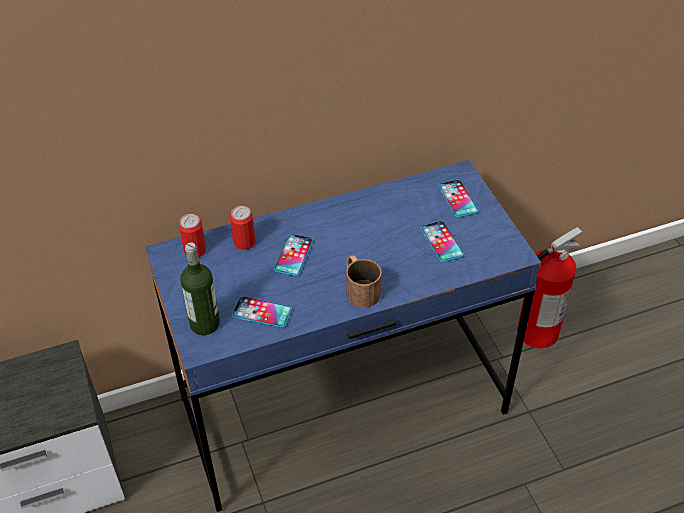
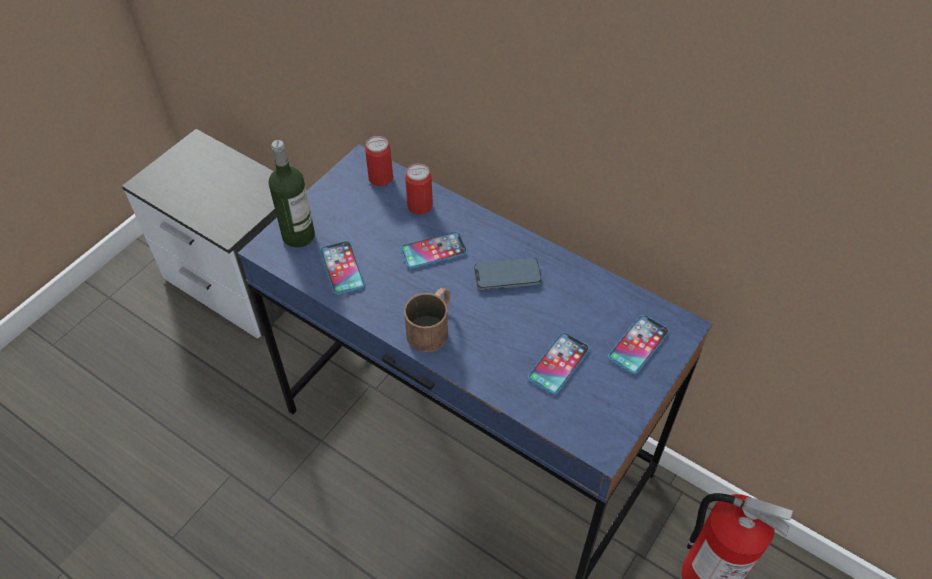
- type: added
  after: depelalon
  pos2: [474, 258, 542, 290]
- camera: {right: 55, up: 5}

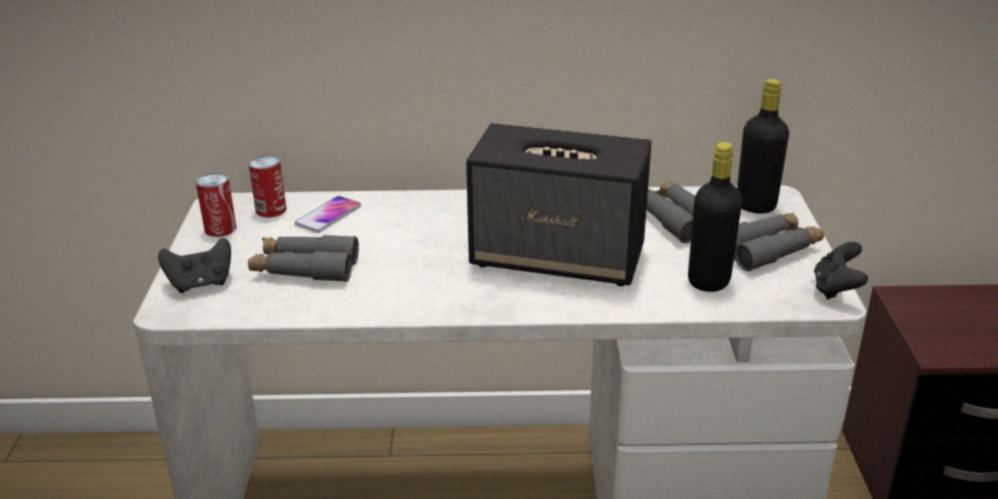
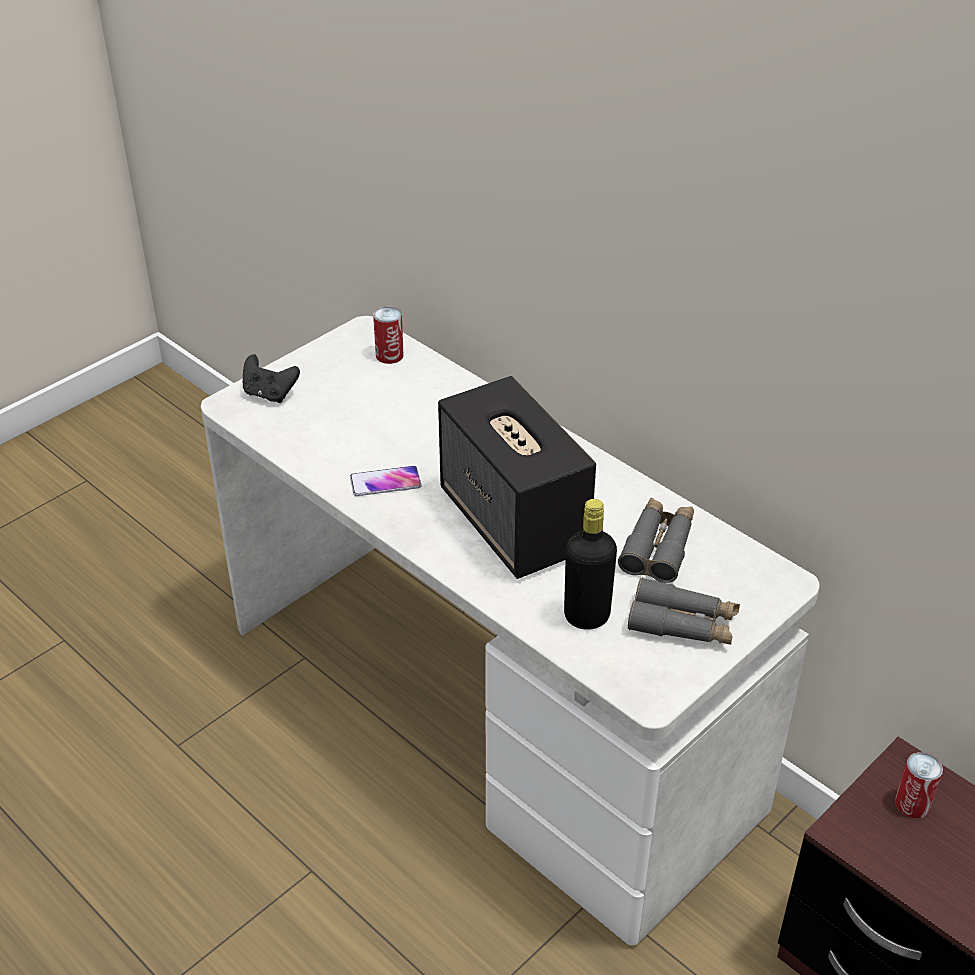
- type: removed
  before: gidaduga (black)
  pos1: [737, 79, 789, 213]
- type: moved
  before: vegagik
  pos1: [196, 173, 237, 237]
  pos2: [895, 752, 943, 818]
- type: moved
  before: depelalon
  pos1: [295, 196, 361, 233]
  pos2: [350, 466, 422, 496]
- type: removed
  before: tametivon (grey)
  pos1: [248, 235, 359, 282]
- type: removed
  before: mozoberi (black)
  pos1: [814, 242, 868, 299]
- camera: {right: 45, up: 10}

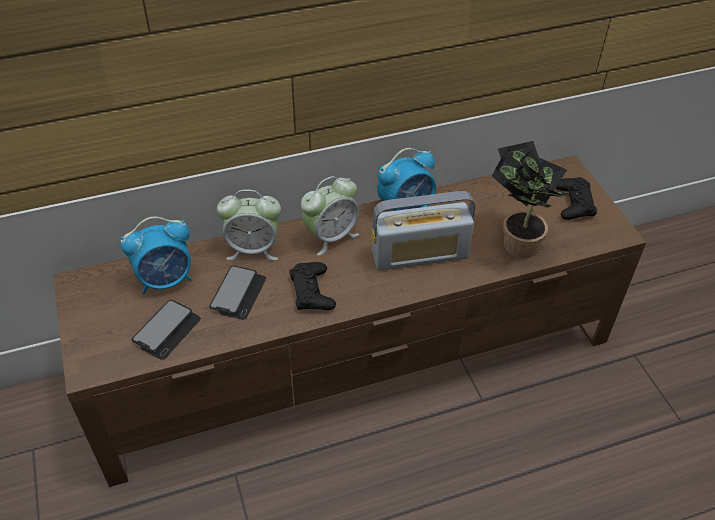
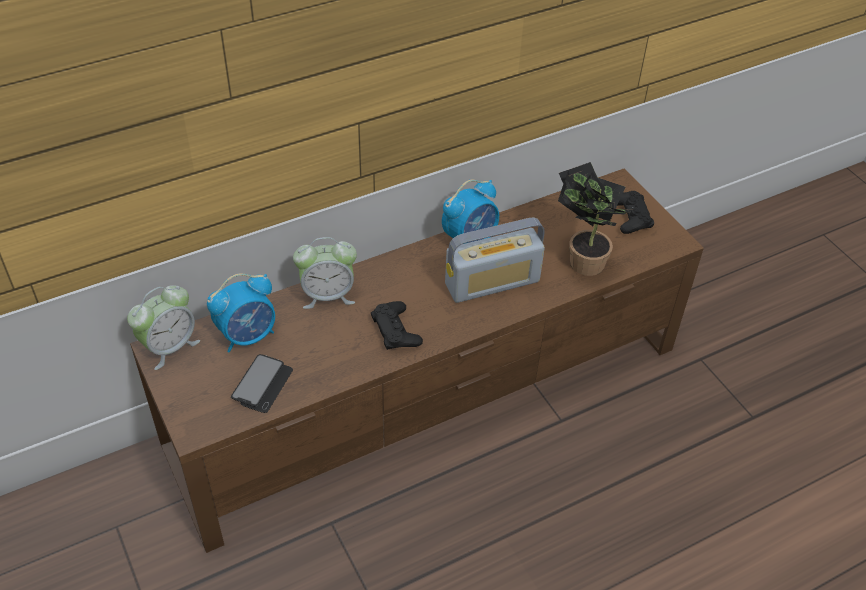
- type: moved
  before: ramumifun
  pos1: [301, 176, 359, 256]
  pos2: [127, 285, 200, 370]
- type: removed
  before: depelalon
  pos1: [209, 266, 266, 320]
- camera: {right: -10, up: 0}

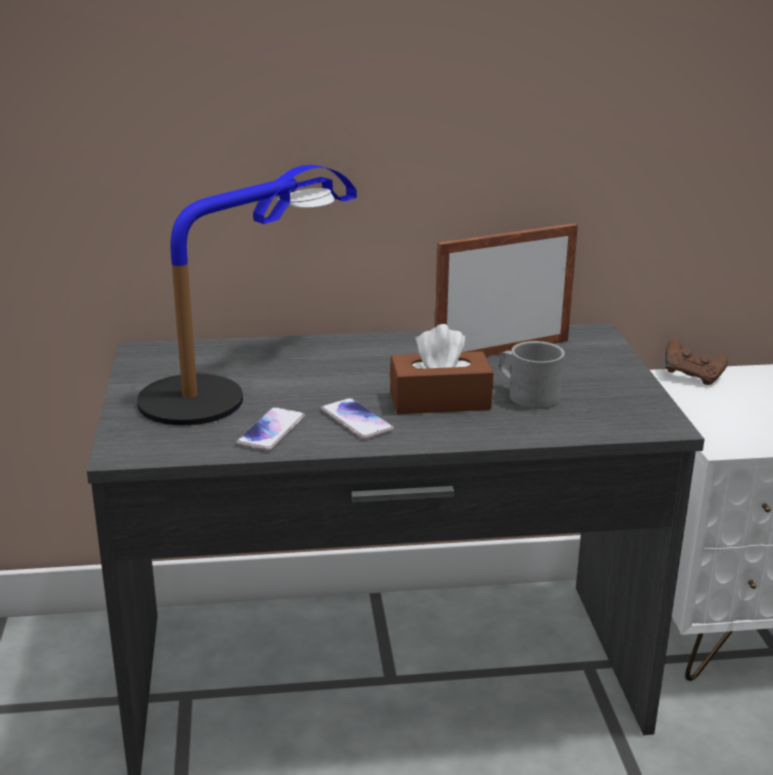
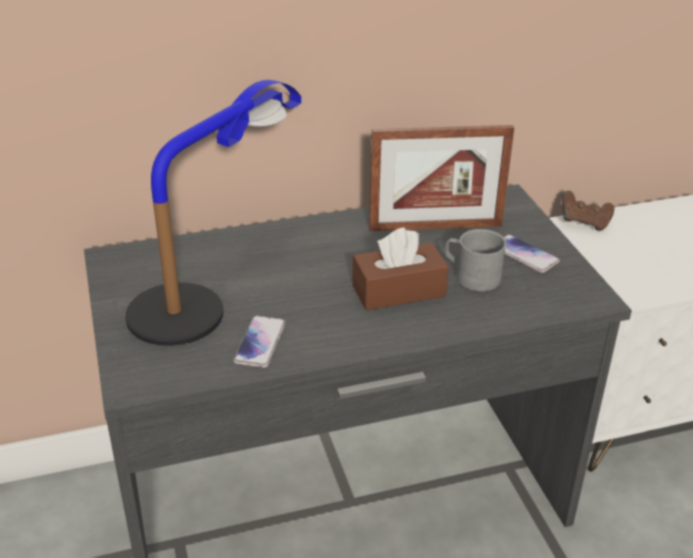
- type: turned
  before: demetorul
  pos1: [435, 223, 578, 356]
  pos2: [369, 125, 514, 231]
  turn: -150
- type: moved
  before: depelalon
  pos1: [321, 398, 394, 440]
  pos2: [504, 234, 560, 273]
- camera: {right: -10, up: 10}

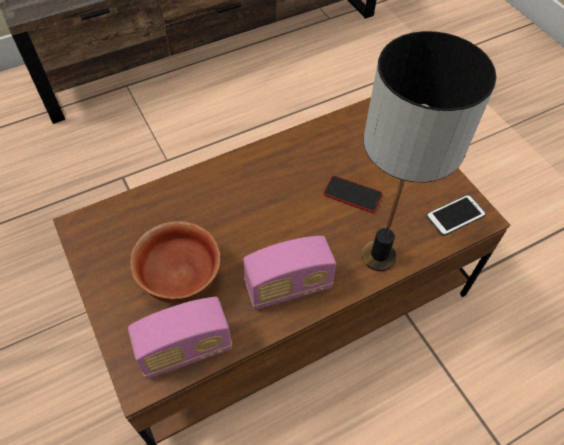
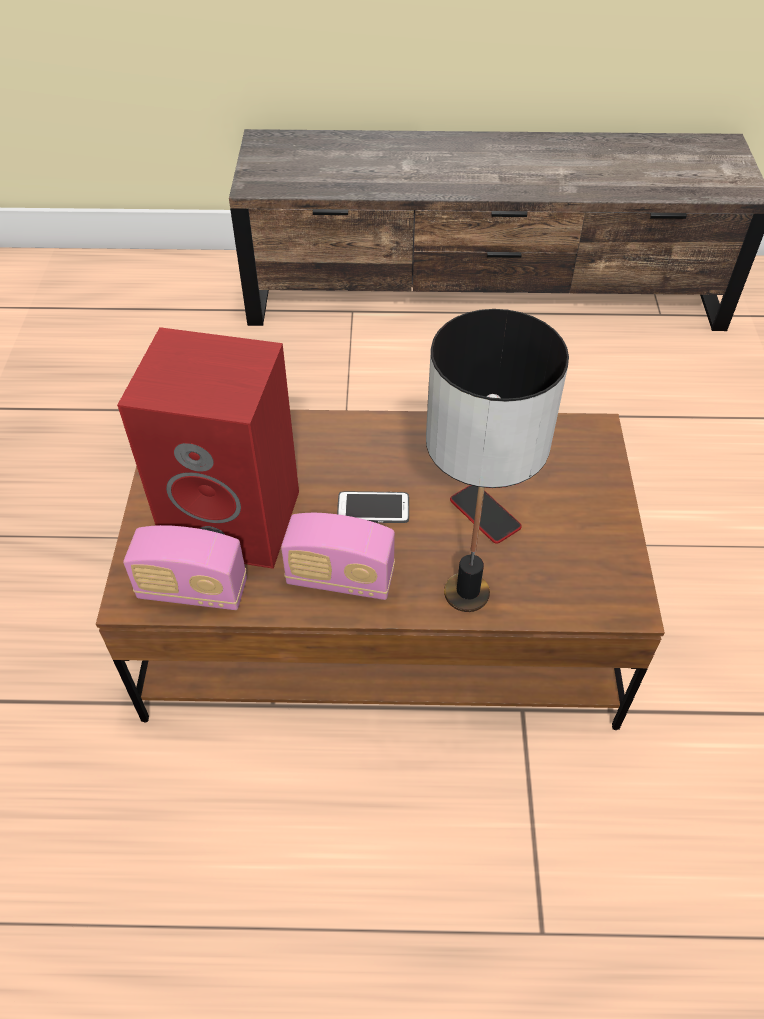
- type: moved
  before: depelalon
  pos1: [426, 195, 486, 236]
  pos2: [337, 491, 409, 523]
- type: replaced
  before: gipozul
  after: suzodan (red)
  pos1: [130, 221, 220, 303]
  pos2: [117, 327, 299, 569]
- camera: {right: 30, up: -5}

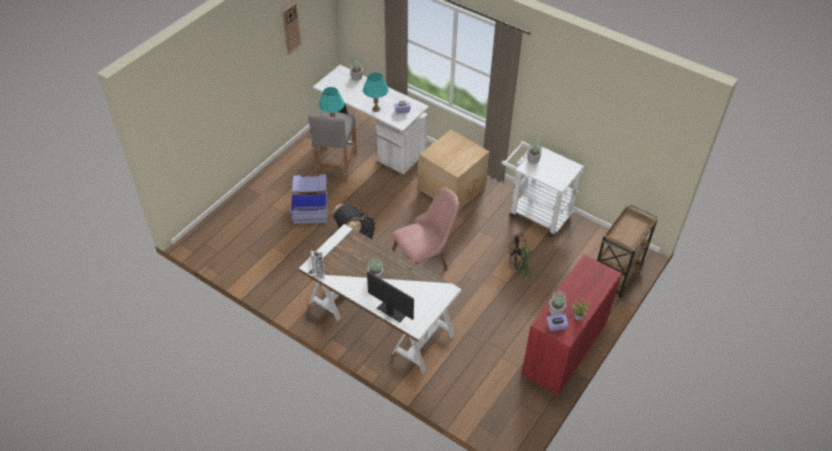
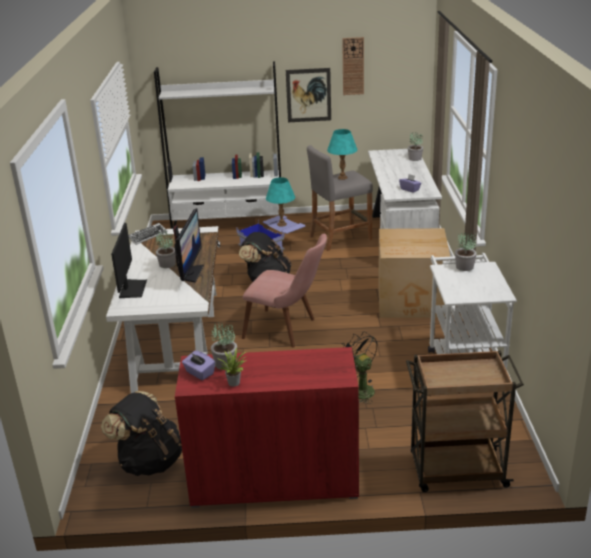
- type: moved
  before: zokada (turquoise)
  pos1: [363, 72, 389, 112]
  pos2: [266, 177, 295, 227]
- type: added
  after: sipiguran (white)
  pos2: [154, 61, 281, 229]
- type: added
  after: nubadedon
  pos2: [286, 68, 331, 122]
- type: added
  after: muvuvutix
  pos2: [173, 208, 204, 283]
- type: added
  after: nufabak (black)
  pos2: [101, 391, 182, 476]
- camera: {right: 55, up: -20}

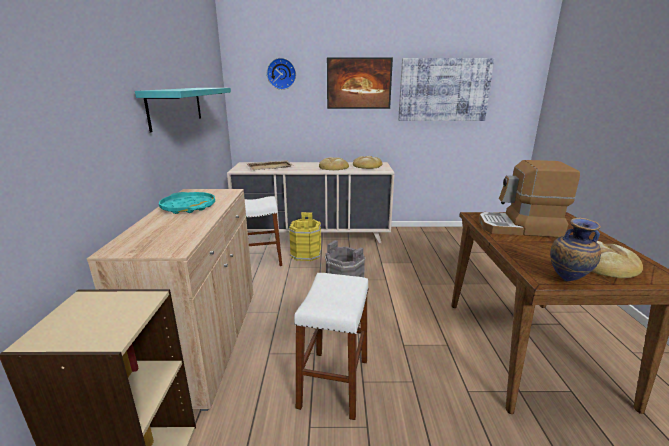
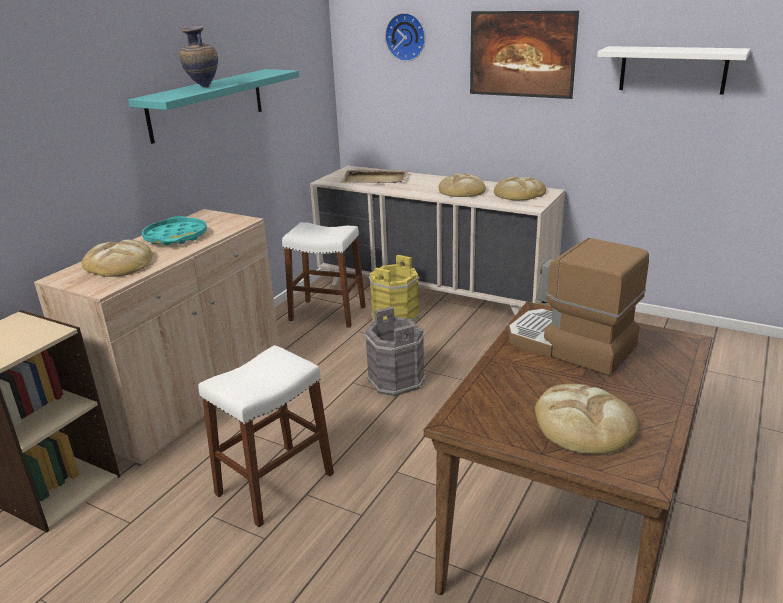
- type: replaced
  before: nubadedon
  after: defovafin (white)
  pos1: [398, 58, 494, 121]
  pos2: [597, 46, 750, 95]
- type: moved
  before: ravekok
  pos1: [550, 218, 601, 281]
  pos2: [180, 26, 218, 87]
- type: added
  after: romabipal
  pos2: [82, 240, 152, 277]
- camera: {right: 30, up: 5}

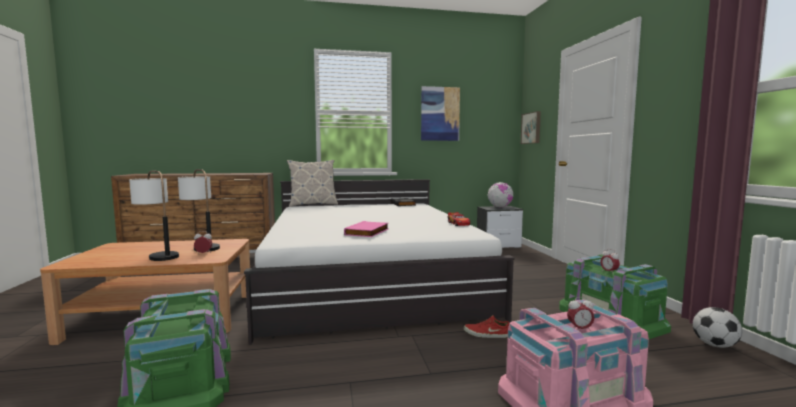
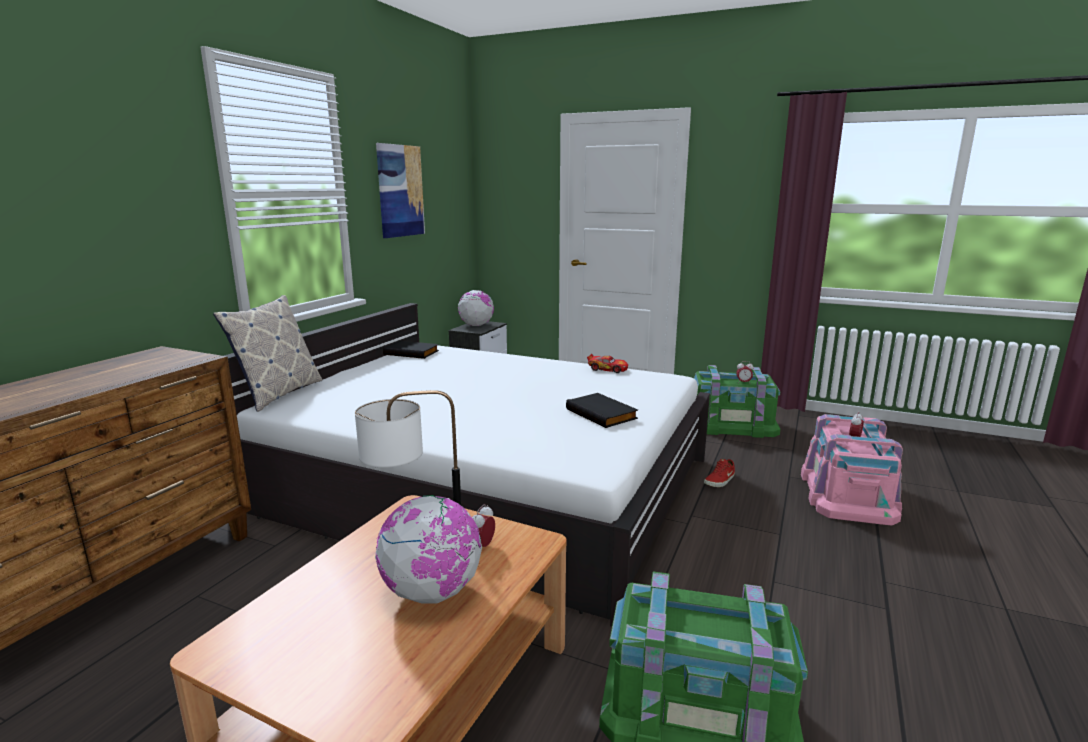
- type: removed
  before: nubadedon
  pos1: [521, 111, 541, 144]
- type: replaced
  before: zokada
  after: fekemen
  pos1: [129, 171, 179, 261]
  pos2: [375, 495, 482, 604]
- type: recoloured
  before: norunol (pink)
  after: norunol (black)
  pos1: [344, 221, 389, 237]
  pos2: [566, 393, 638, 428]
- type: removed
  before: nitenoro
  pos1: [693, 307, 742, 348]
- camera: {right: -55, up: 10}

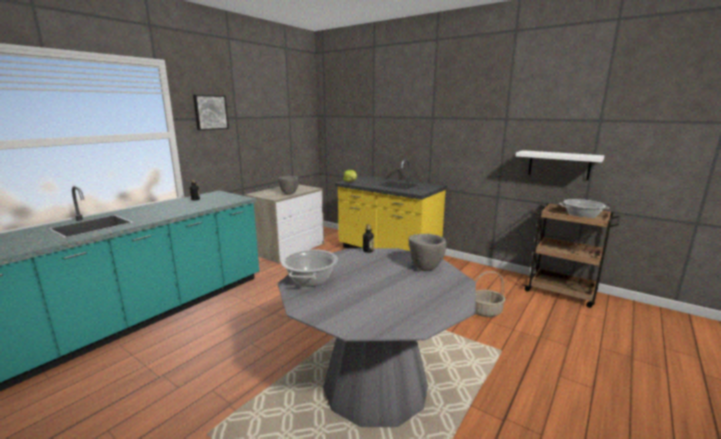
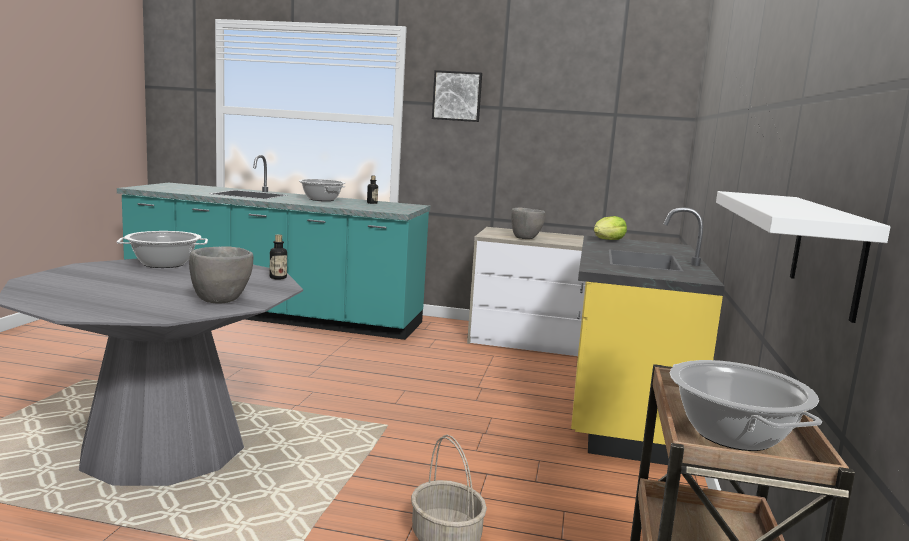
- type: added
  after: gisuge
  pos2: [299, 179, 346, 201]
- camera: {right: 65, up: -5}

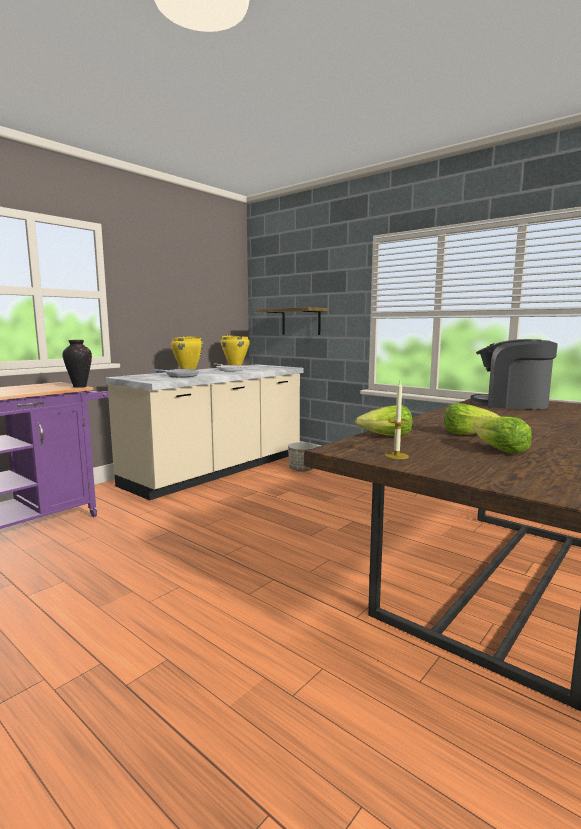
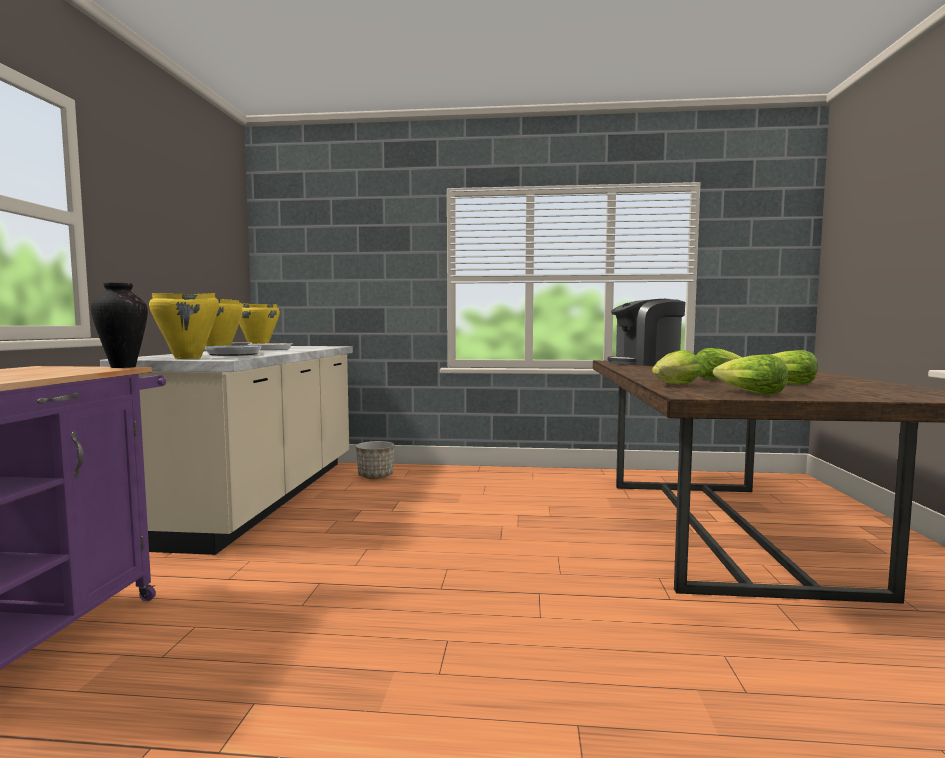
- type: removed
  before: defovafin
  pos1: [255, 307, 329, 335]
- type: replaced
  before: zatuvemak
  after: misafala
  pos1: [385, 382, 409, 459]
  pos2: [713, 354, 788, 395]
- type: added
  after: gisuge (yellow)
  pos2: [149, 293, 219, 359]
- camera: {right: -35, up: -5}

